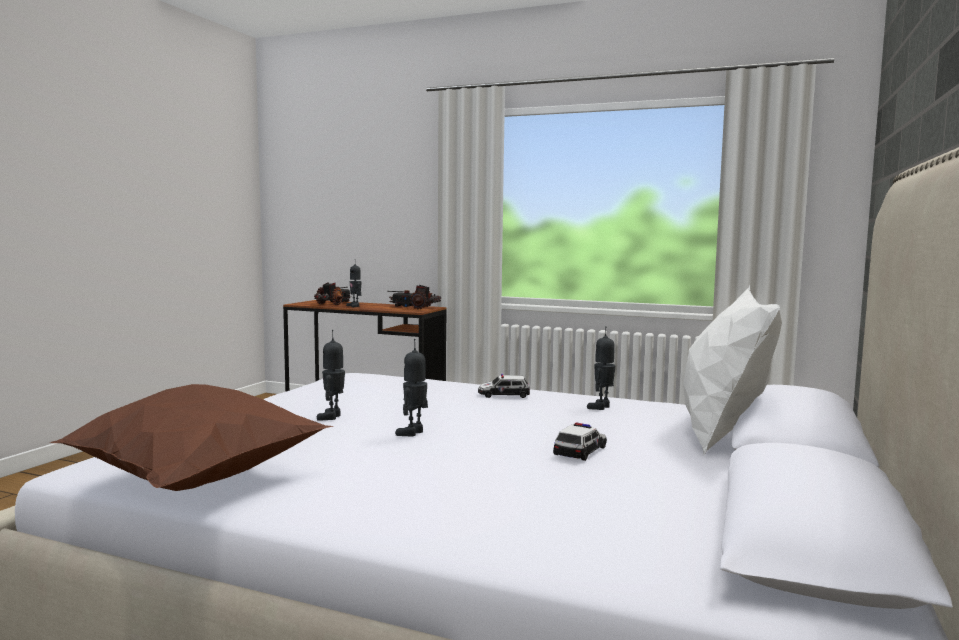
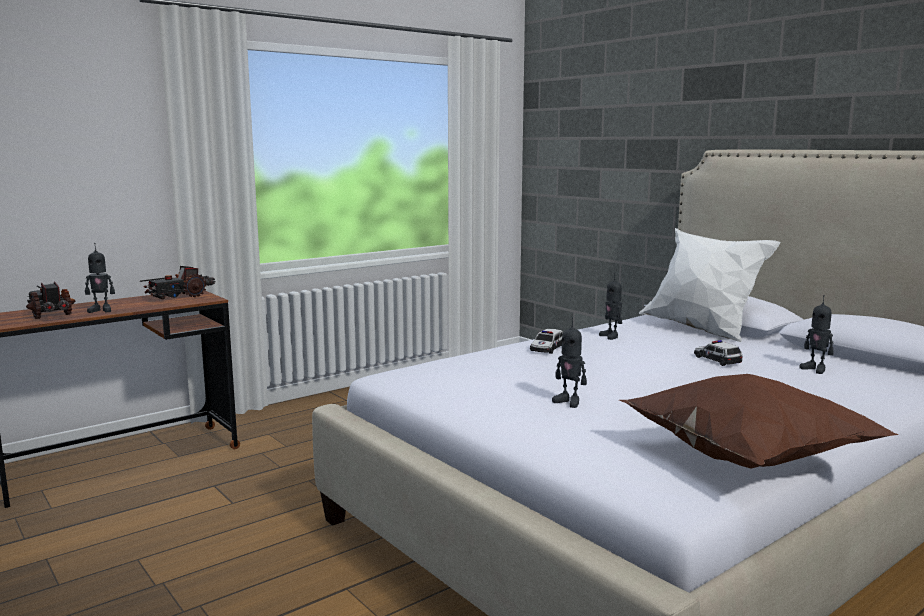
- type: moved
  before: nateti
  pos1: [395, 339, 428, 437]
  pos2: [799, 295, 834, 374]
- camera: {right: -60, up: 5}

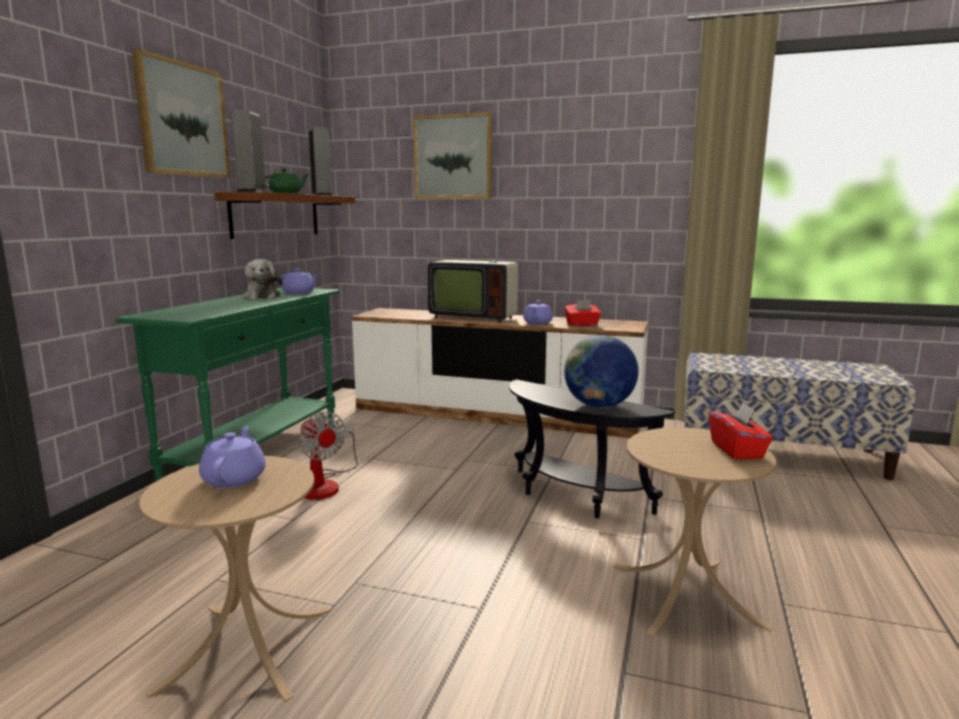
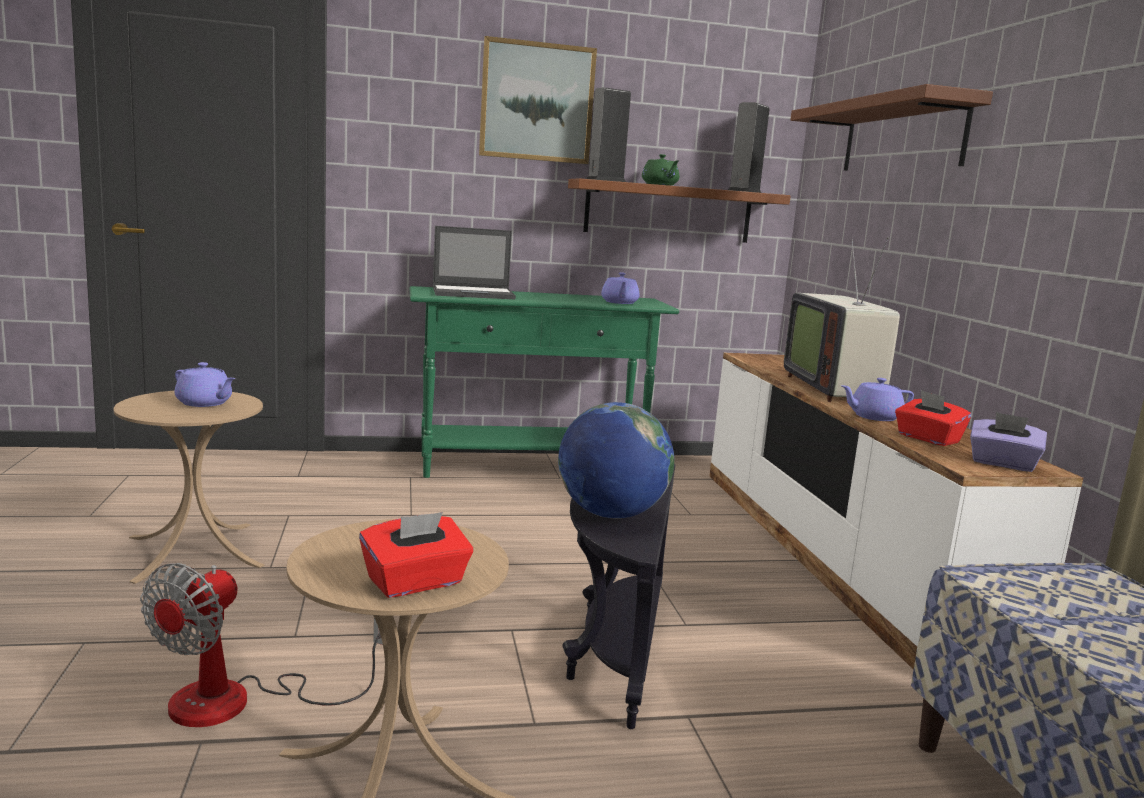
- type: replaced
  before: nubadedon
  after: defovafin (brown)
  pos1: [413, 112, 492, 199]
  pos2: [790, 84, 993, 171]
- type: removed
  before: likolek
  pos1: [243, 259, 282, 299]
- type: moved
  before: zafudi
  pos1: [299, 412, 358, 500]
  pos2: [140, 563, 383, 727]
- type: turned
  before: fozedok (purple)
  pos1: [199, 426, 266, 488]
  pos2: [175, 362, 236, 407]
  turn: 60
- type: added
  after: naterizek
  pos2: [433, 226, 516, 299]
- type: added
  after: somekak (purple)
  pos2: [970, 412, 1047, 472]
- camera: {right: 60, up: 0}

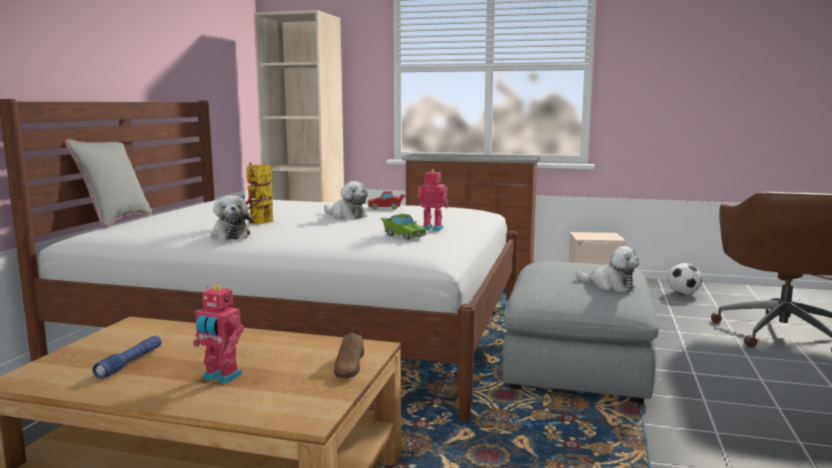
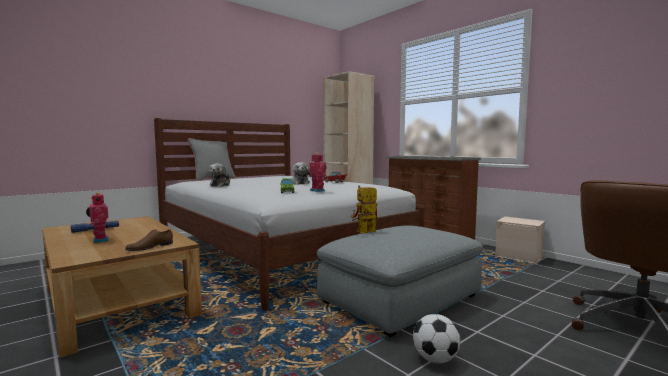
- type: moved
  before: nateti
  pos1: [241, 163, 274, 224]
  pos2: [351, 186, 378, 233]
- type: removed
  before: likolek
  pos1: [576, 246, 639, 292]
- type: moved
  before: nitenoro
  pos1: [668, 263, 702, 295]
  pos2: [413, 314, 460, 363]
- camera: {right: 35, up: -5}

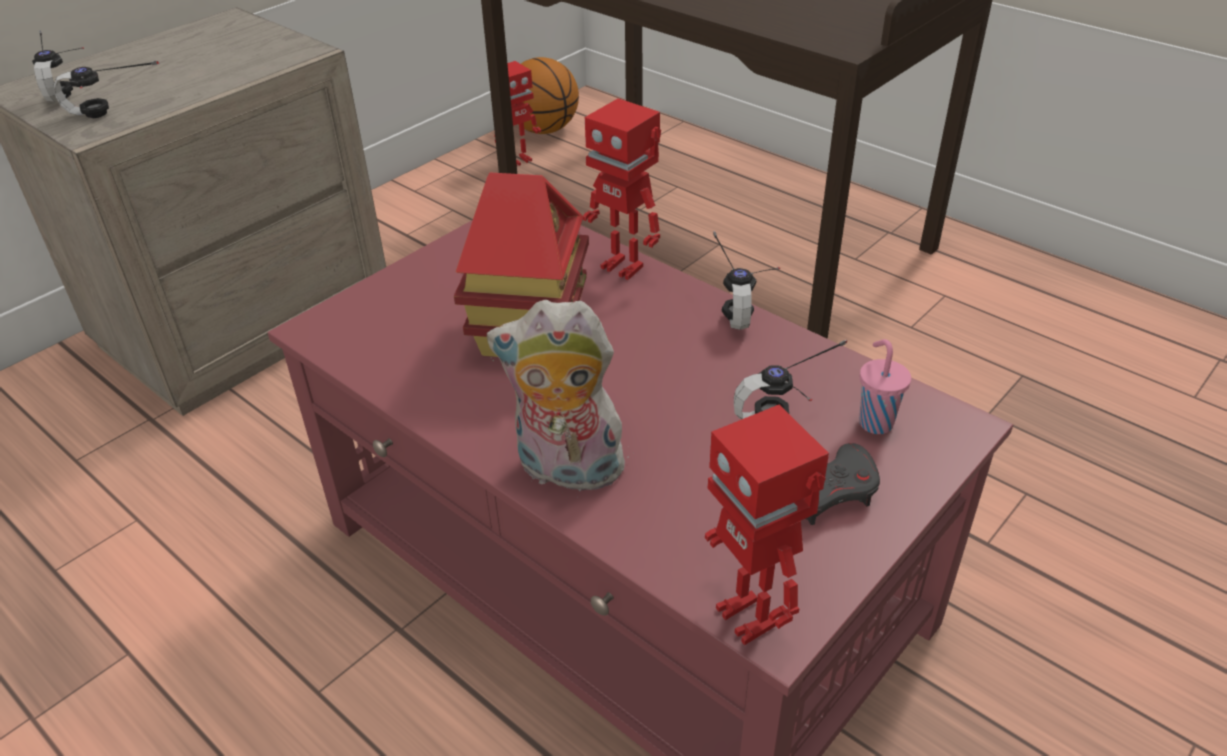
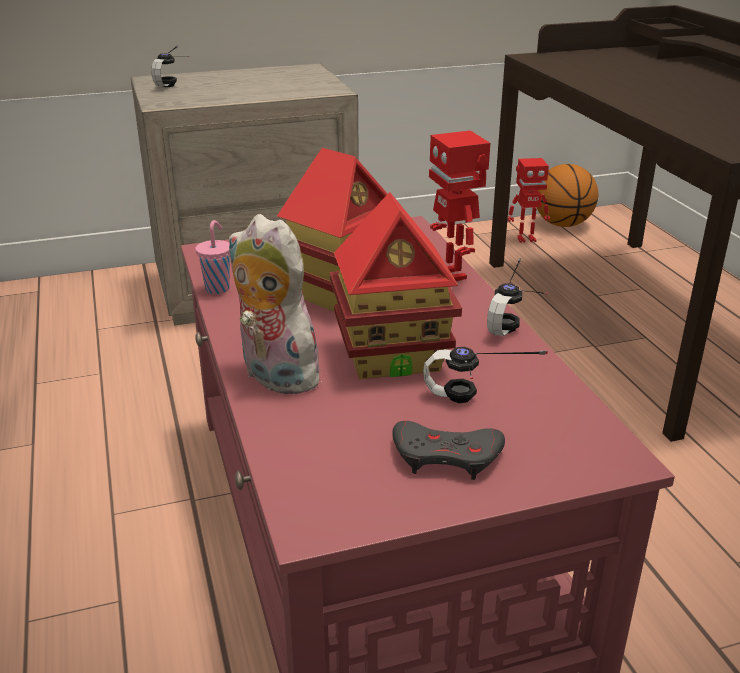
- type: removed
  before: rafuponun
  pos1: [53, 61, 159, 118]
- type: moved
  before: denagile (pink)
  pos1: [859, 339, 911, 434]
  pos2: [195, 220, 230, 294]
- type: removed
  before: nateti
  pos1: [705, 405, 829, 645]
- type: added
  after: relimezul
  pos2: [330, 192, 462, 379]
- camera: {right: 30, up: -10}

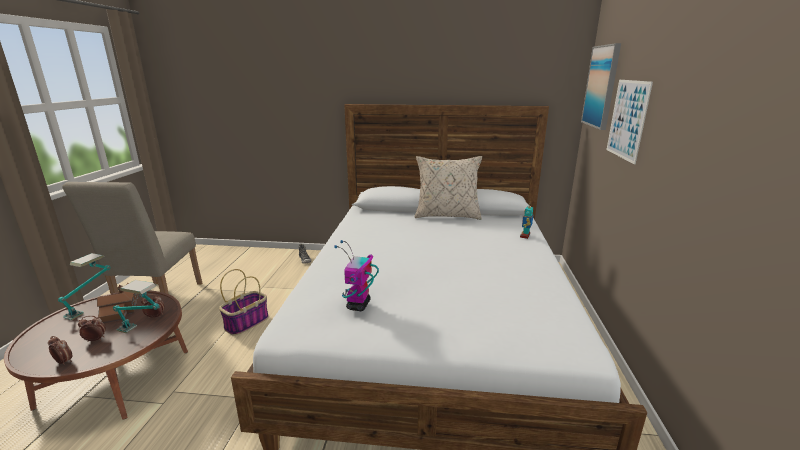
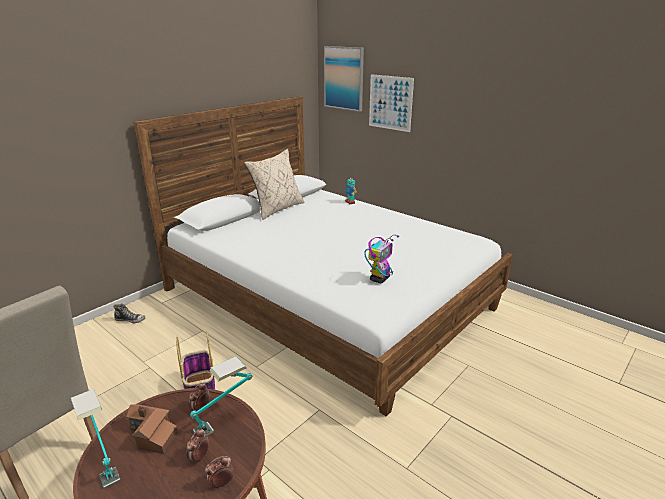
- type: turned
  before: nateti
  pos1: [334, 240, 379, 311]
  pos2: [364, 235, 399, 283]
  turn: -105
- camera: {right: -55, up: 5}

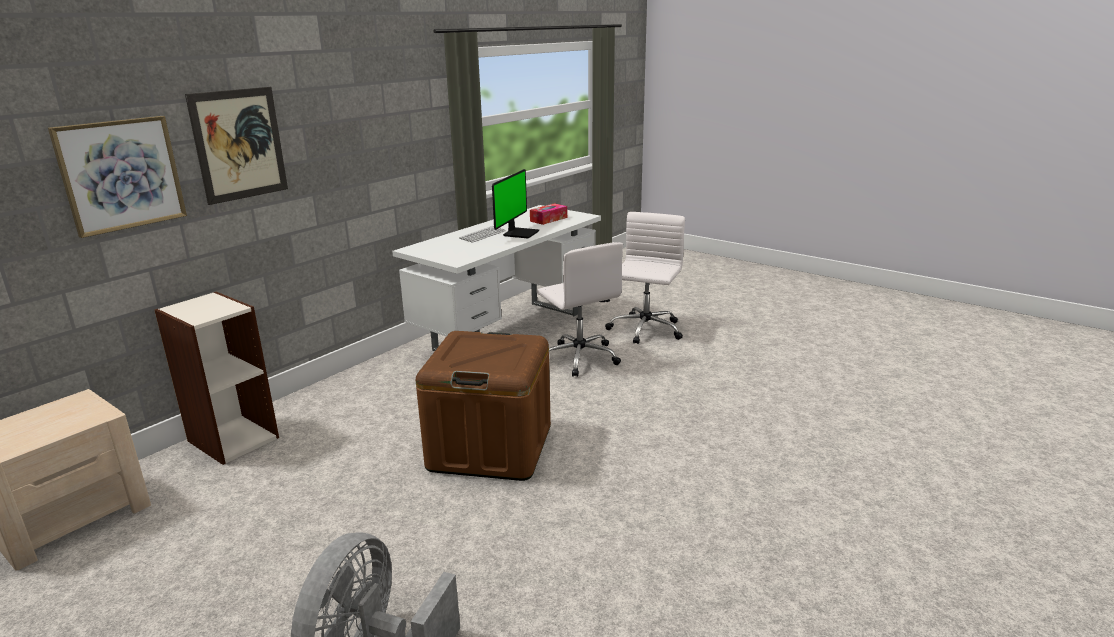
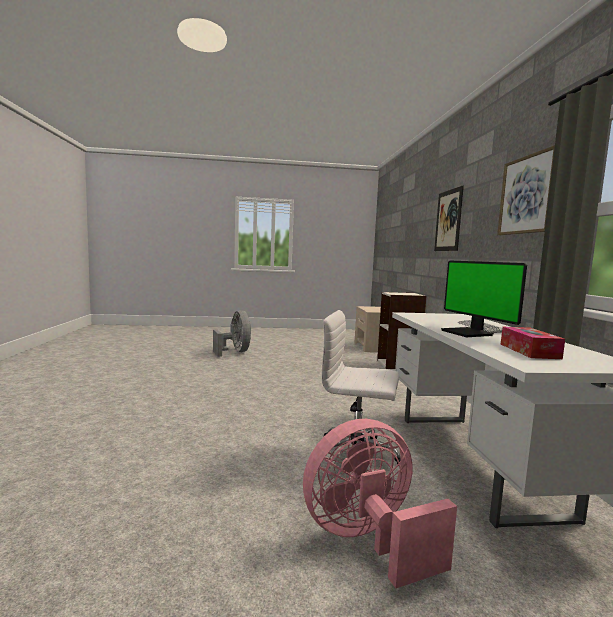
- type: moved
  before: nubadedon
  pos1: [48, 116, 187, 238]
  pos2: [497, 145, 555, 235]
- type: replaced
  before: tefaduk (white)
  after: zafudi (pink)
  pos1: [605, 212, 685, 344]
  pos2: [303, 419, 457, 588]
- type: removed
  before: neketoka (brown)
  pos1: [416, 331, 551, 481]
- camera: {right: 135, up: -15}

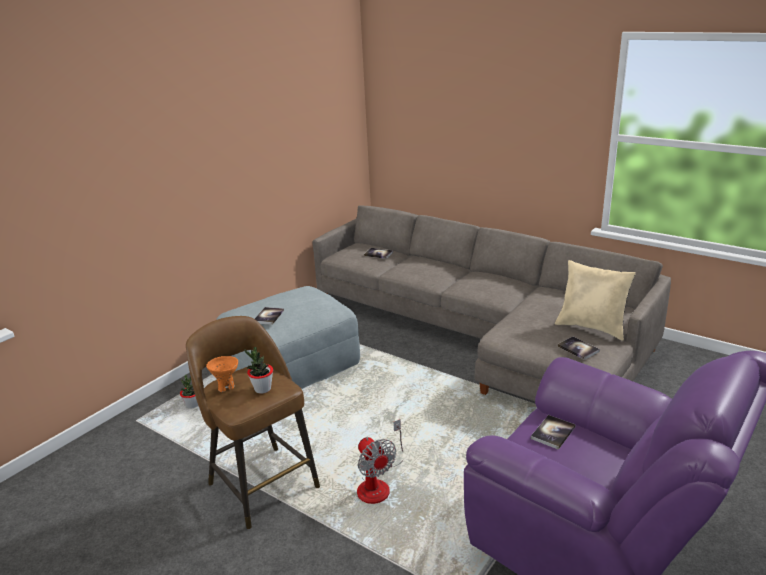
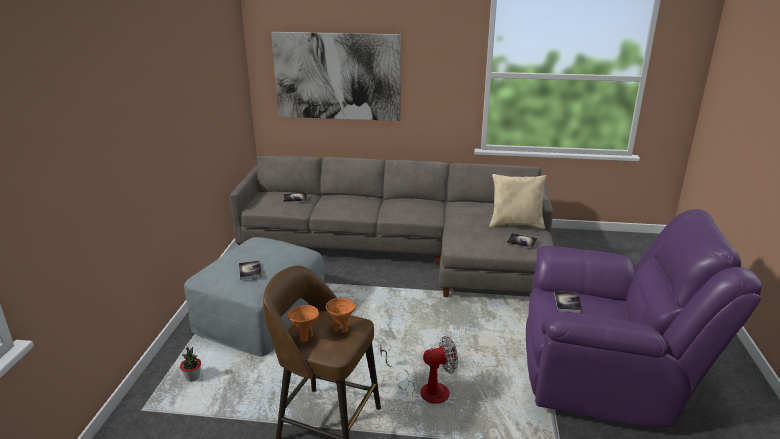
- type: replaced
  before: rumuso
  after: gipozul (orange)
  pos1: [244, 347, 273, 394]
  pos2: [326, 298, 356, 333]
- type: turned
  before: zafudi
  pos1: [357, 419, 403, 504]
  pos2: [380, 336, 458, 404]
  turn: -45
- type: added
  after: nubadedon
  pos2: [271, 32, 401, 121]
- camera: {right: -30, up: 0}

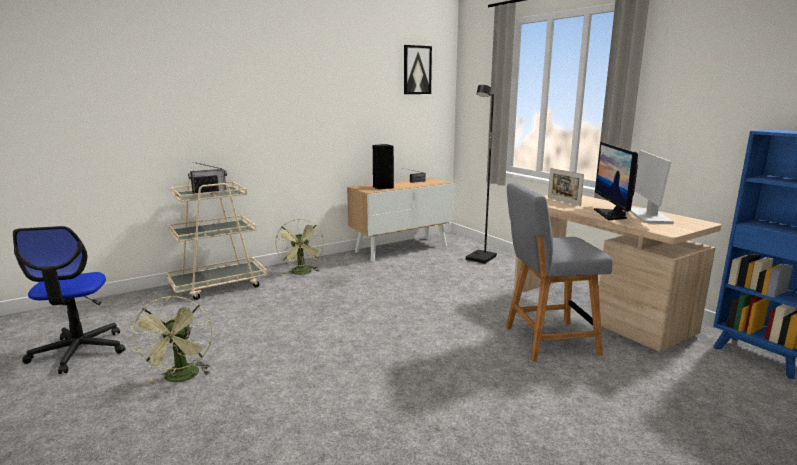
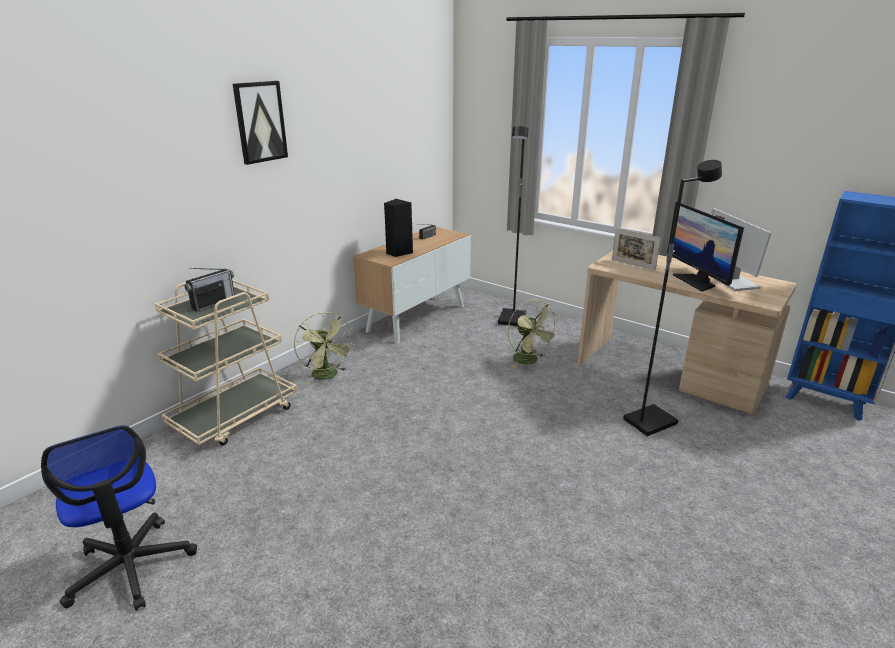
- type: moved
  before: nubadedon
  pos1: [404, 45, 432, 94]
  pos2: [233, 81, 288, 165]
- type: replaced
  before: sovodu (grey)
  after: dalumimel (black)
  pos1: [506, 183, 613, 361]
  pos2: [623, 160, 722, 436]
- type: moved
  before: zafudi (green)
  pos1: [130, 296, 212, 384]
  pos2: [508, 300, 559, 368]
- camera: {right: -20, up: 10}

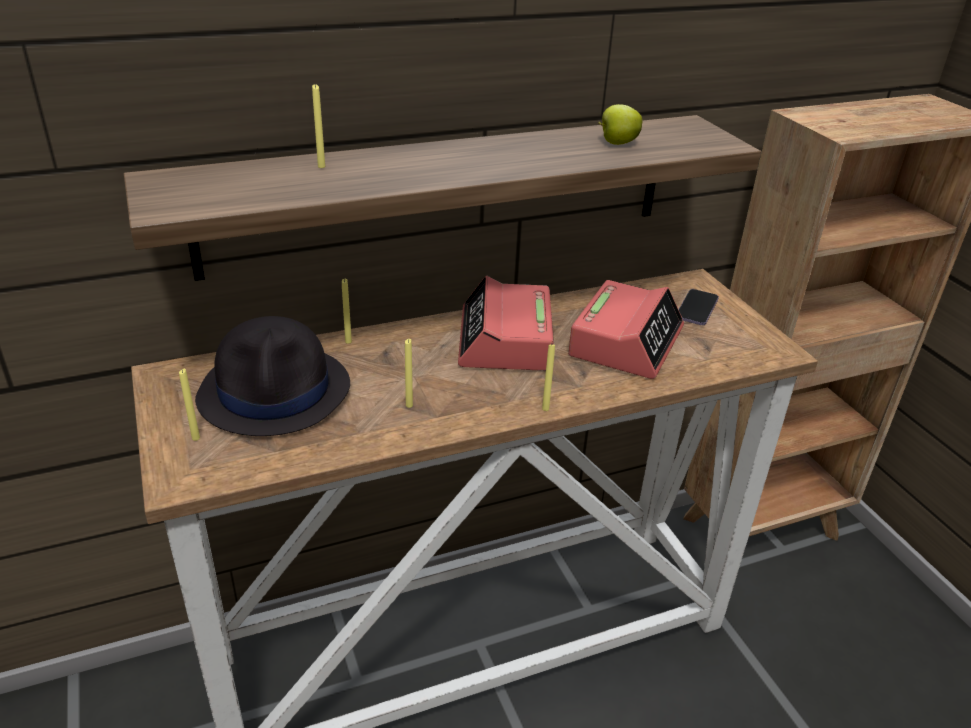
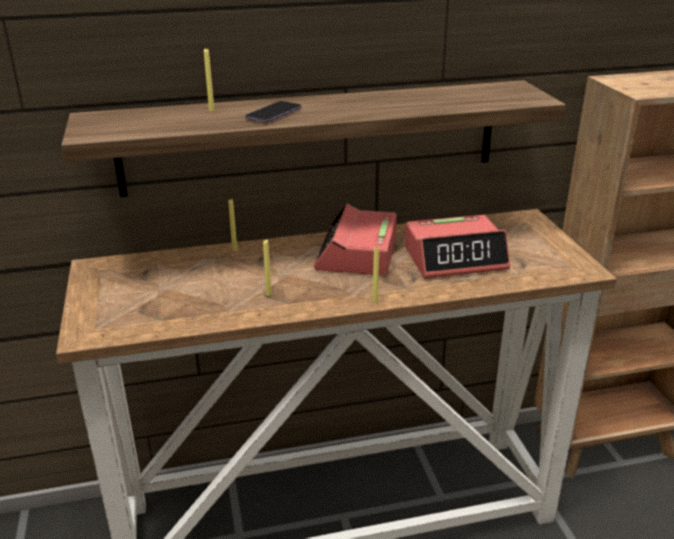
- type: removed
  before: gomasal
  pos1: [598, 104, 642, 145]
- type: turned
  before: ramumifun
  pos1: [568, 280, 684, 379]
  pos2: [405, 215, 510, 278]
  turn: 45
- type: moved
  before: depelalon
  pos1: [679, 289, 719, 325]
  pos2: [245, 101, 301, 123]
- type: removed
  before: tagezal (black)
  pos1: [195, 316, 350, 436]
- type: removed
  before: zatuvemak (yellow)
  pos1: [179, 369, 200, 441]
- camera: {right: 10, up: -5}

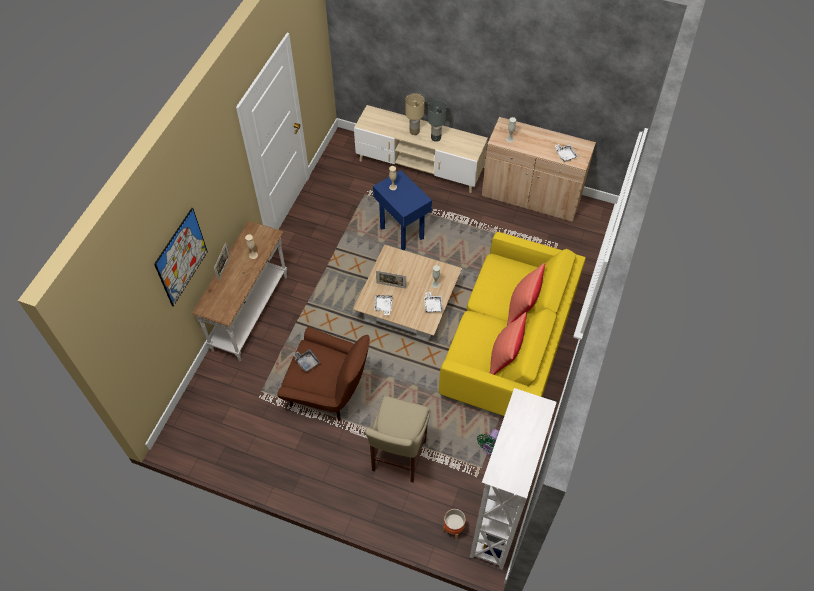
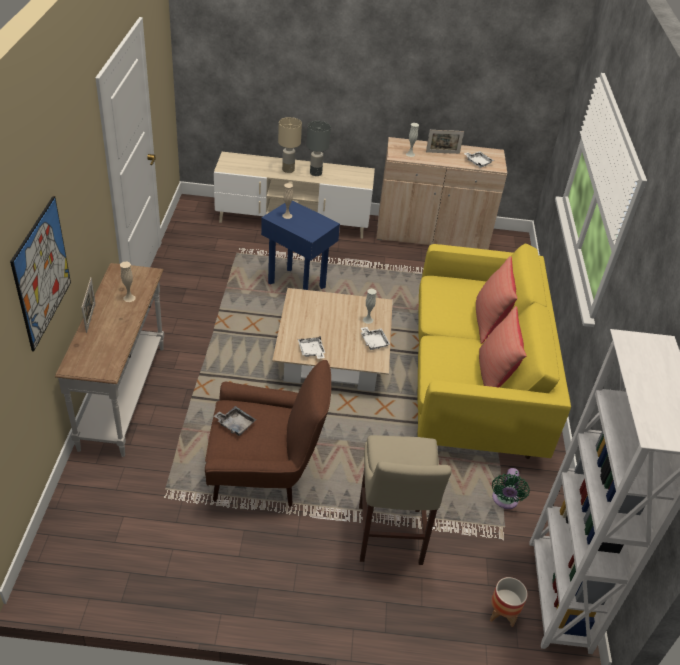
- type: moved
  before: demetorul
  pos1: [376, 270, 406, 289]
  pos2: [426, 130, 464, 154]
- camera: {right: -20, up: -15}

